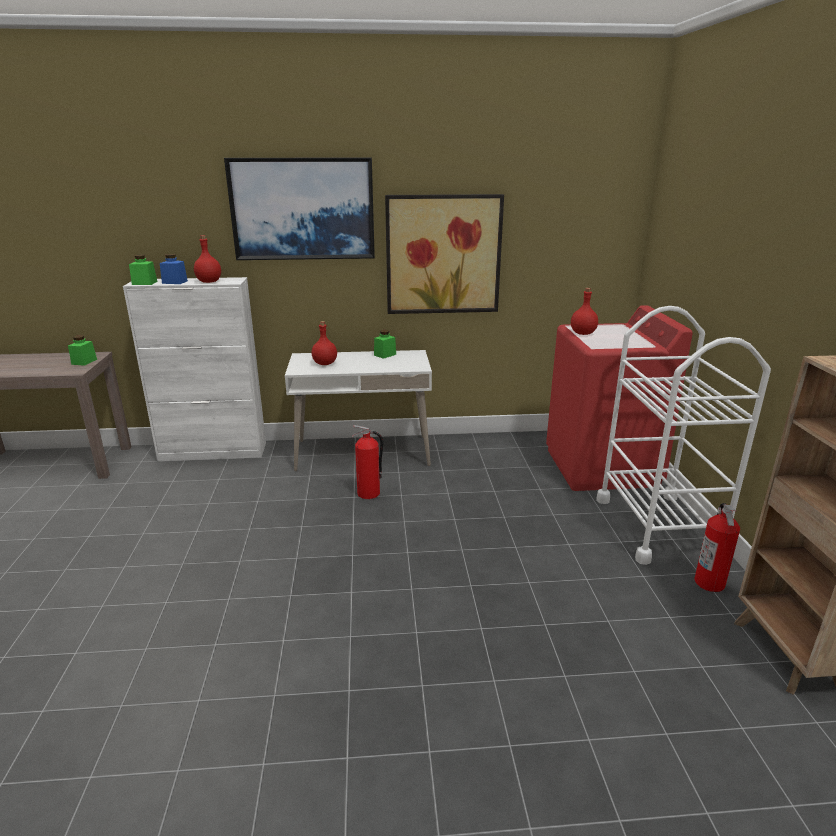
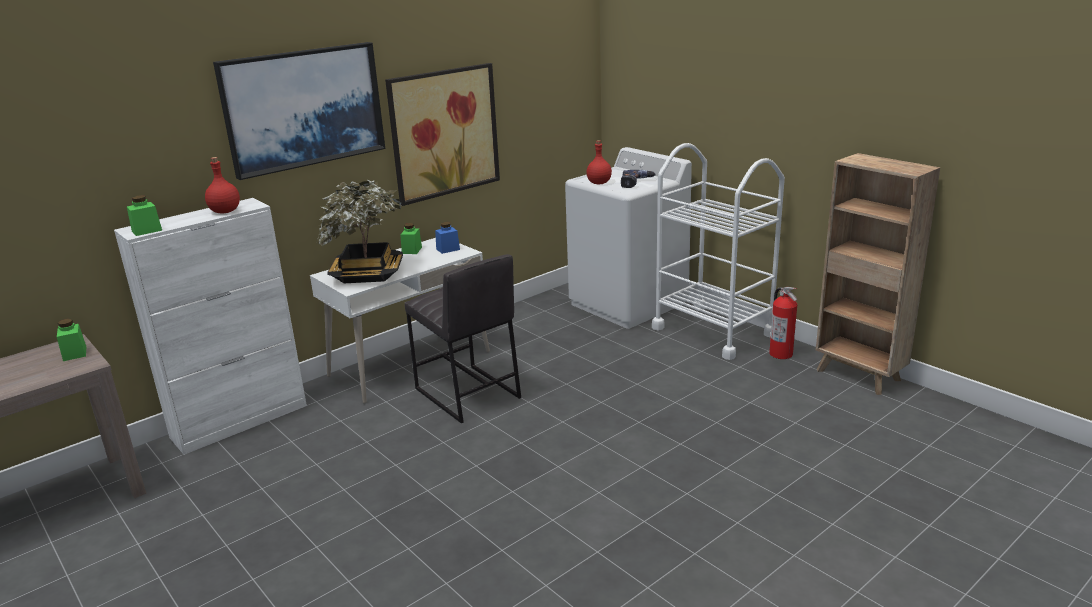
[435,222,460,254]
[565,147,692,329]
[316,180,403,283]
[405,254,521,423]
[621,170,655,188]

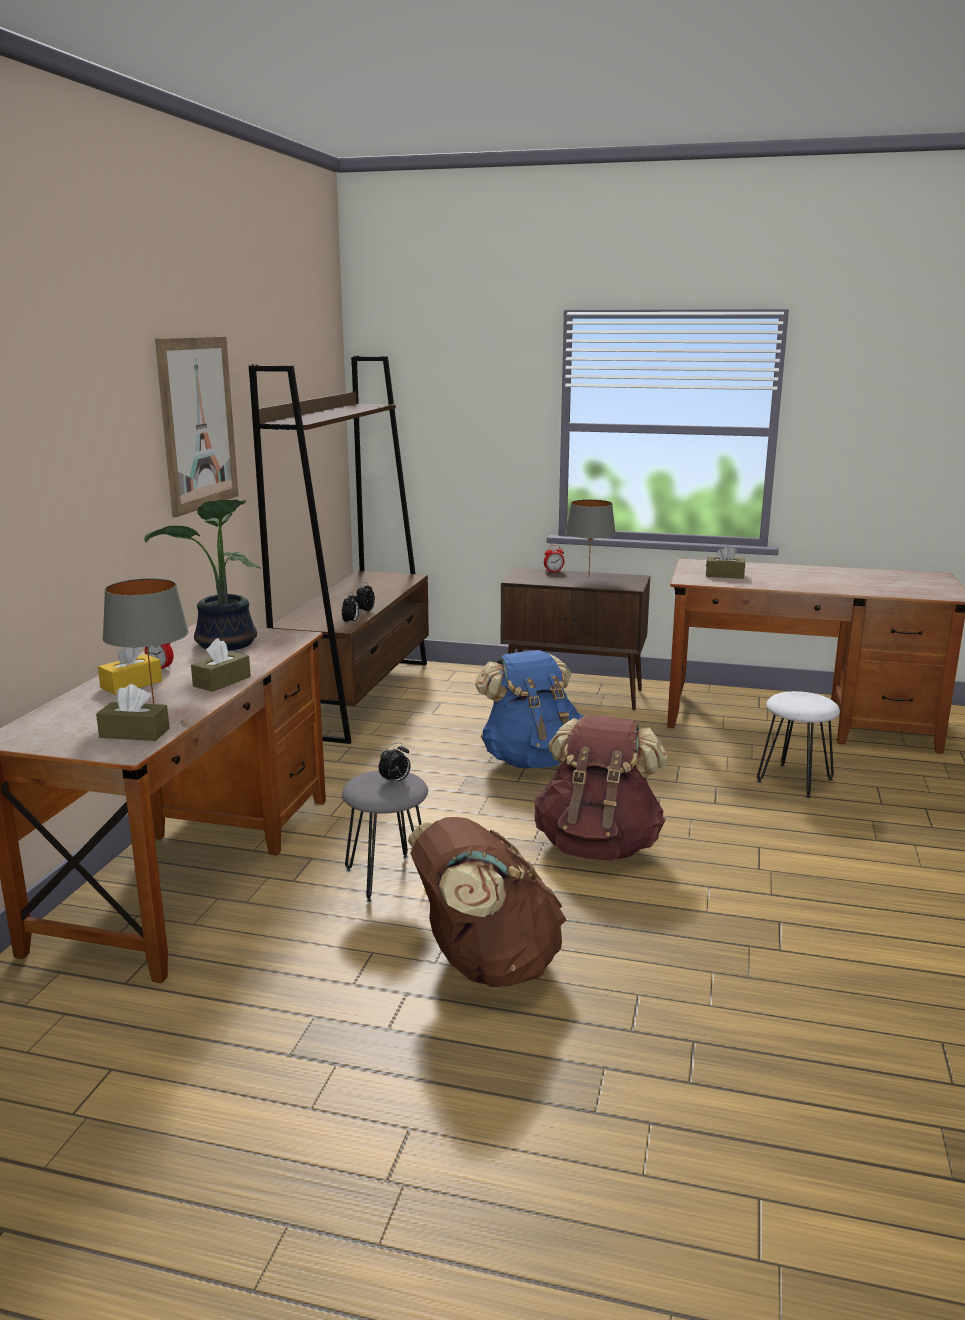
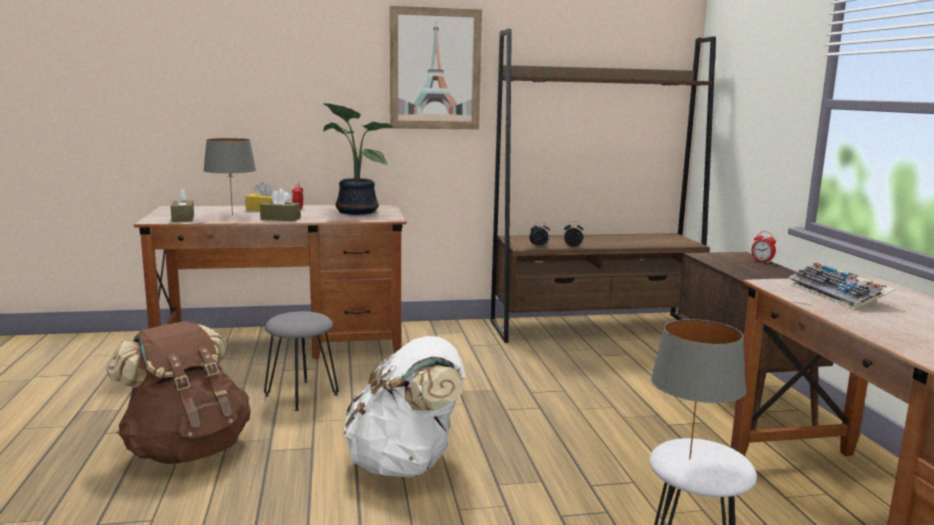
[651,319,746,459]
[789,262,895,309]
[475,650,583,768] (first image)
[344,336,465,478]
[379,742,411,784] (first image)

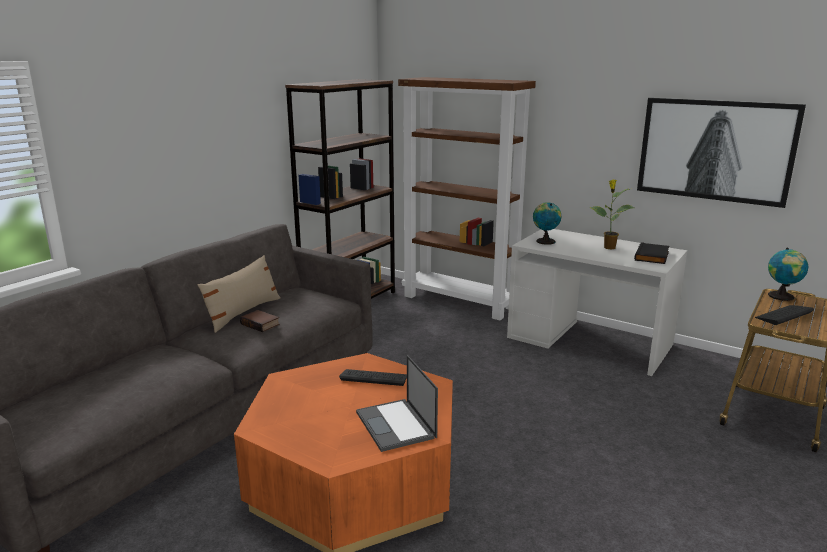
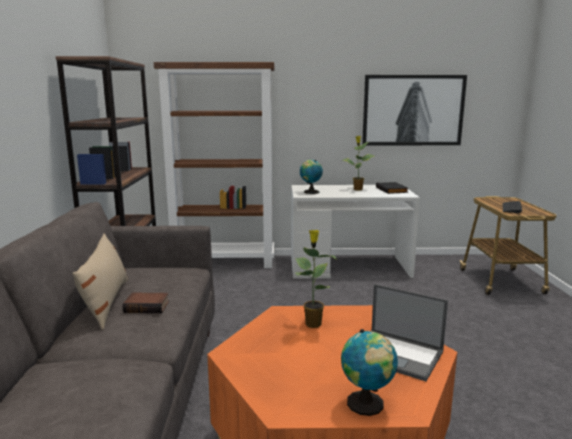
[341,329,398,416]
[296,230,336,328]

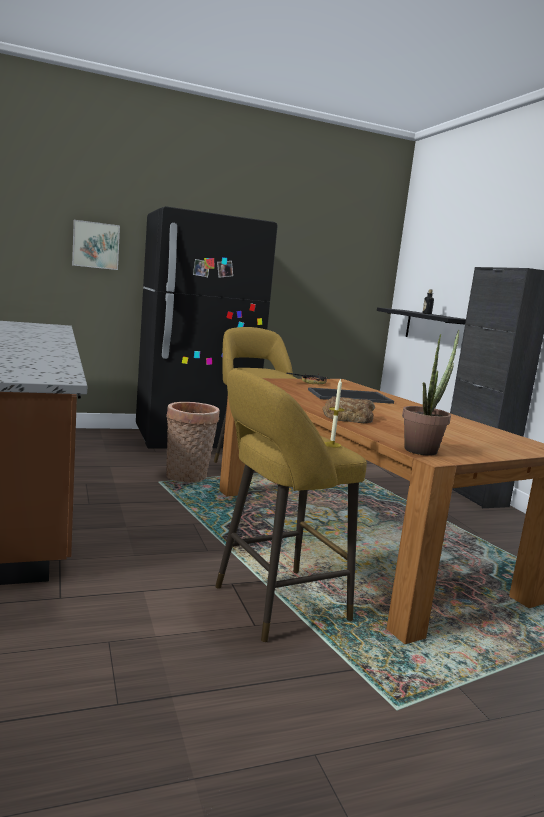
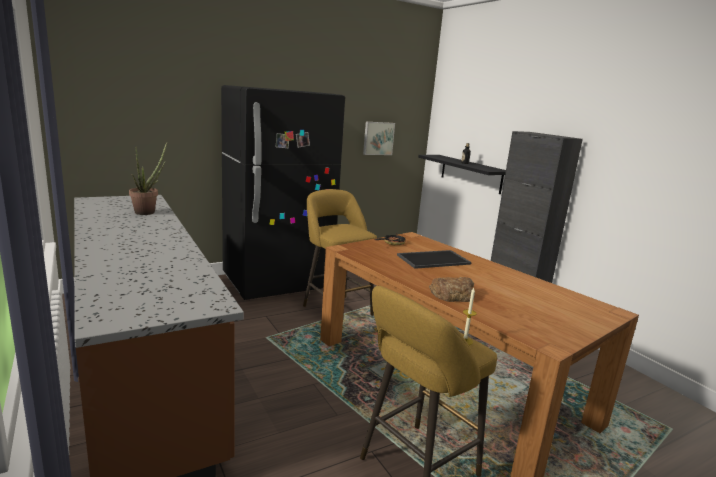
[363,122,395,155]
[129,143,167,215]
[166,402,220,483] (first image)

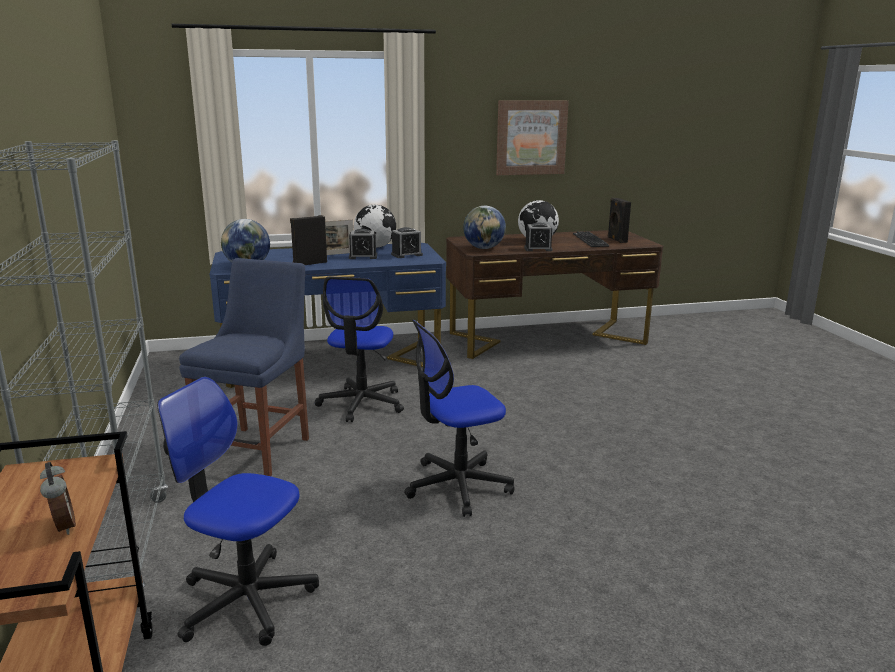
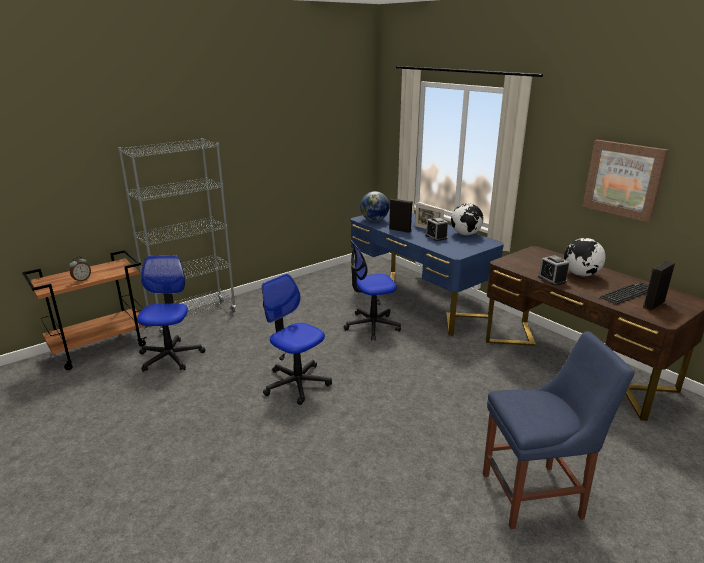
[463,206,506,249] (first image)
[391,227,423,258] (first image)
[483,331,635,529]

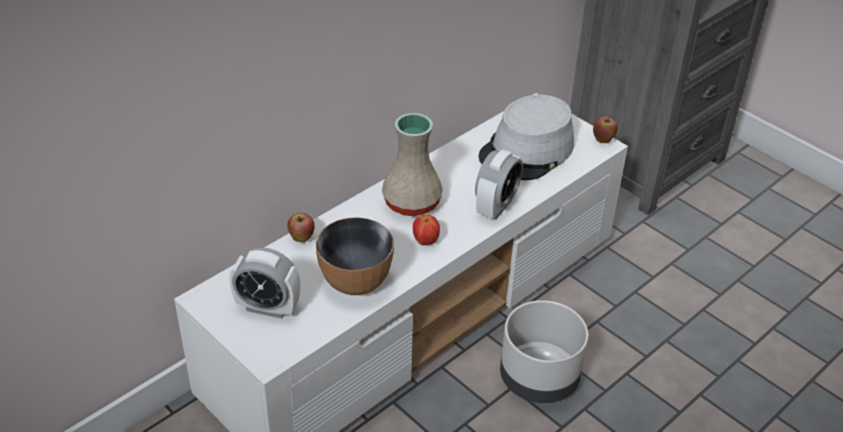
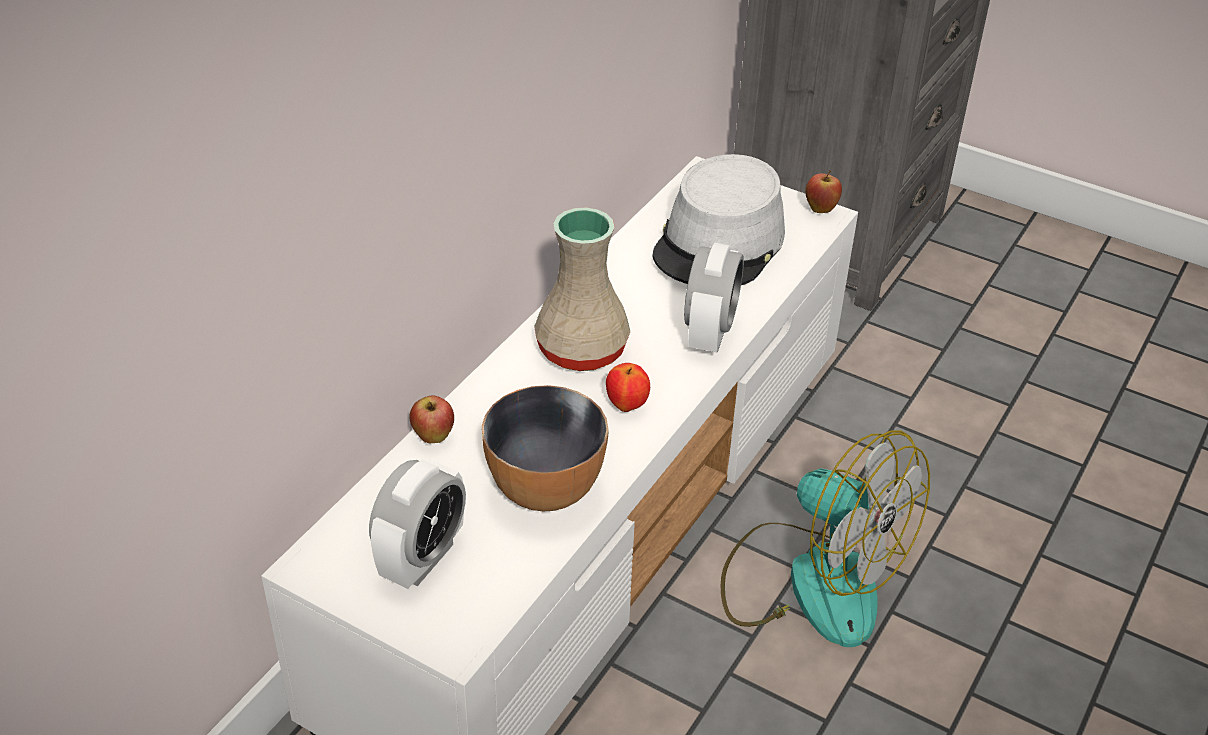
[369,459,466,589]
[721,430,930,647]

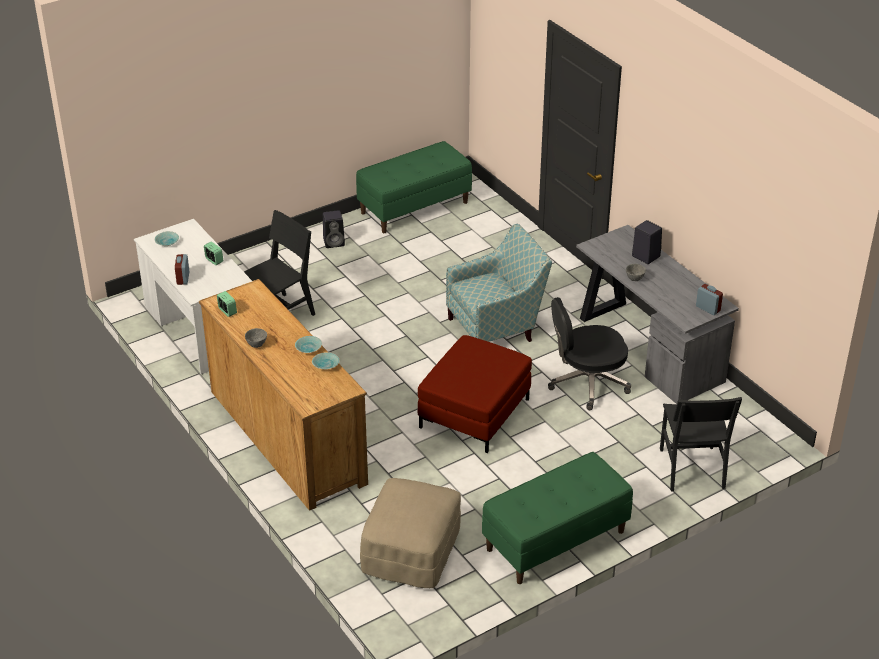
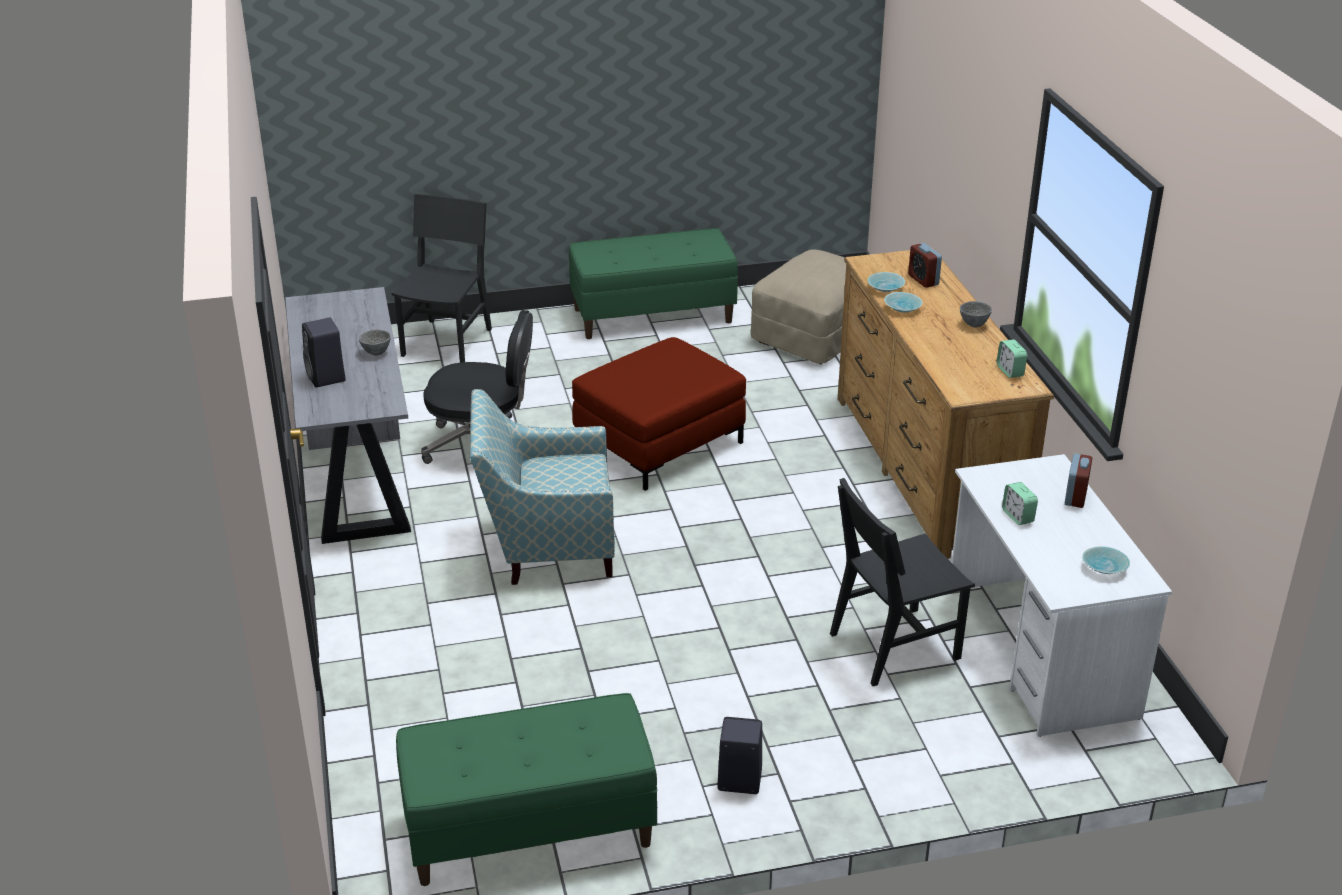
[908,243,942,288]

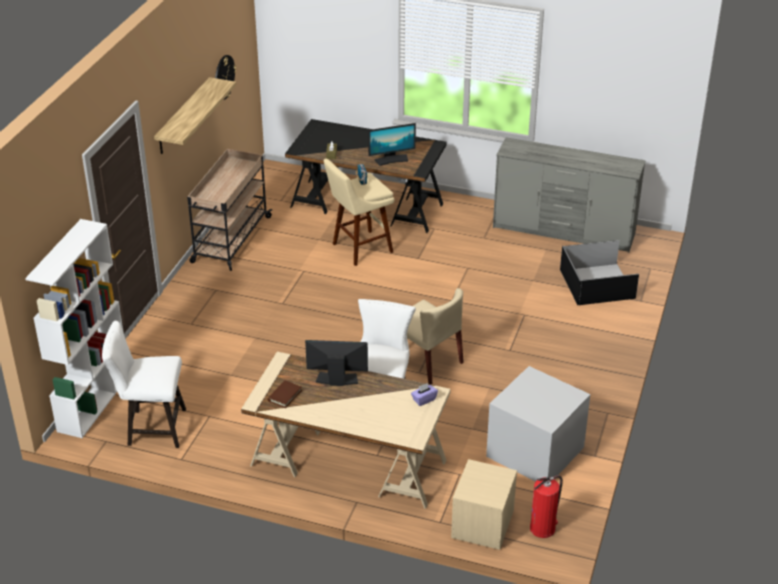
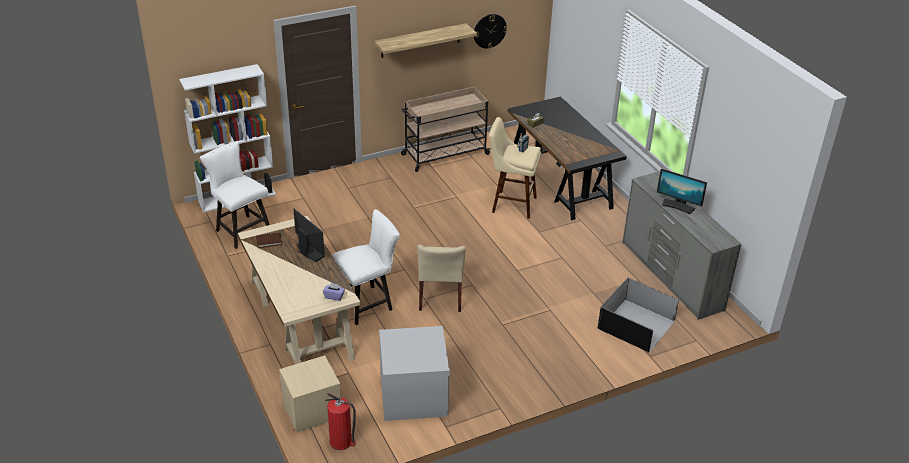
[657,169,707,214]

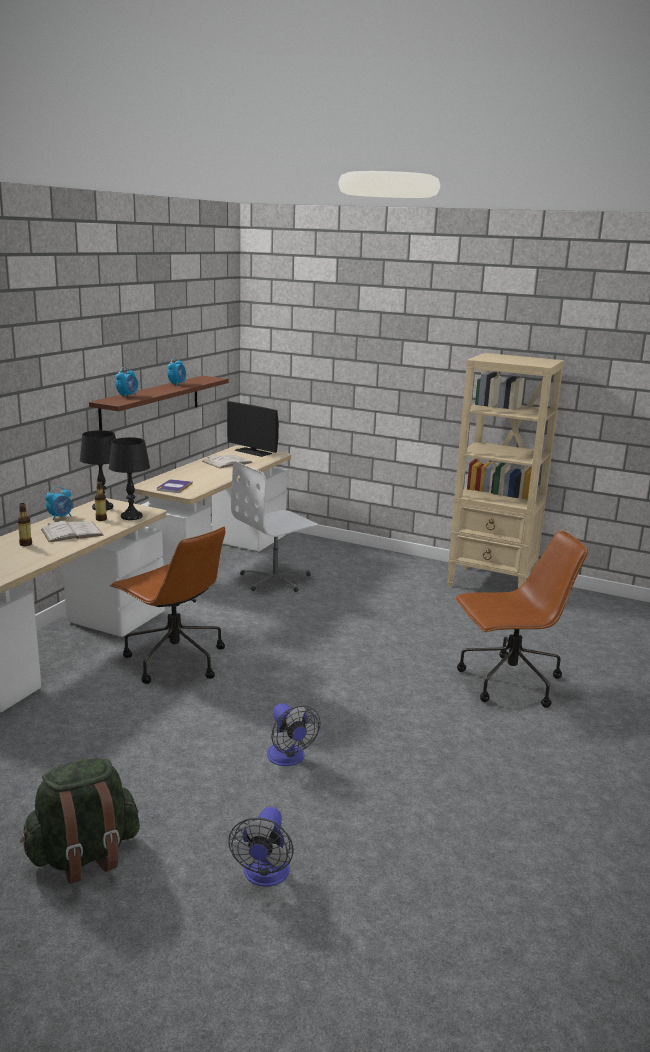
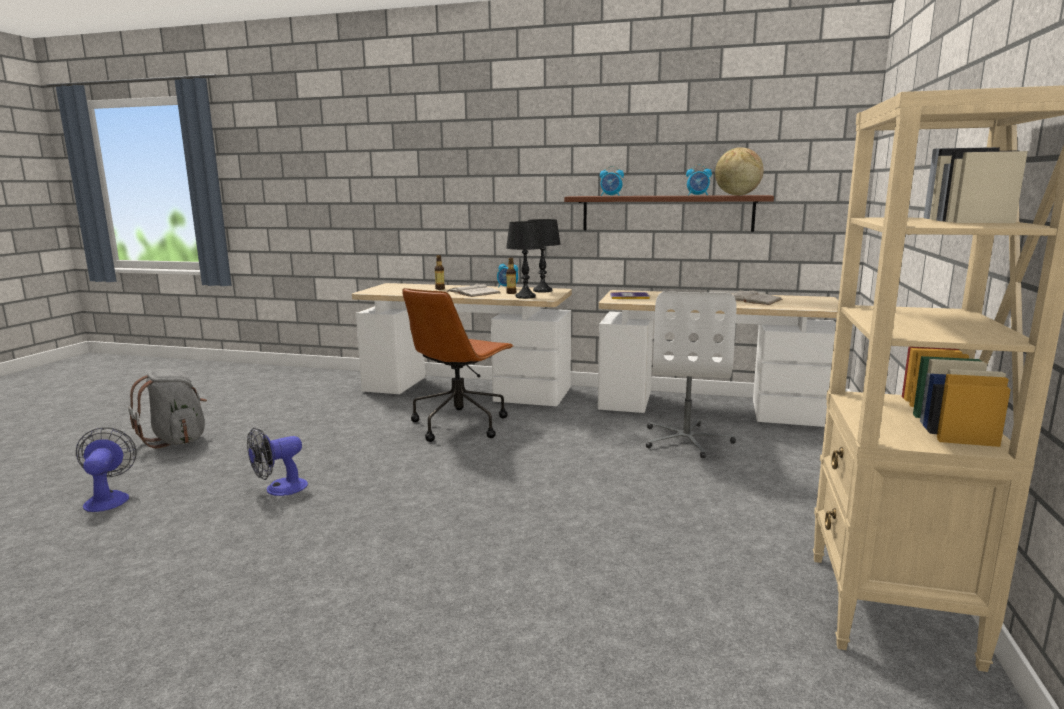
[227,401,279,457] (first image)
[646,292,736,458]
[455,530,588,708] (first image)
[128,369,207,448]
[76,427,137,512]
[715,147,764,195]

